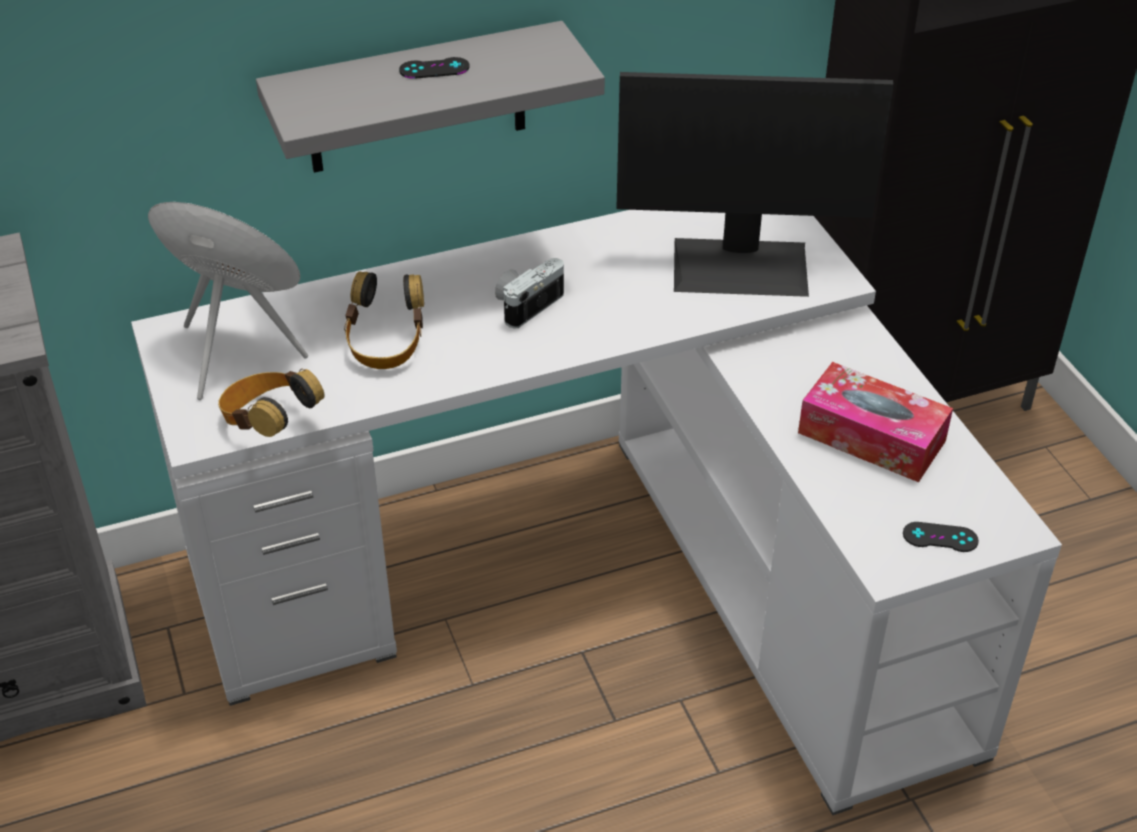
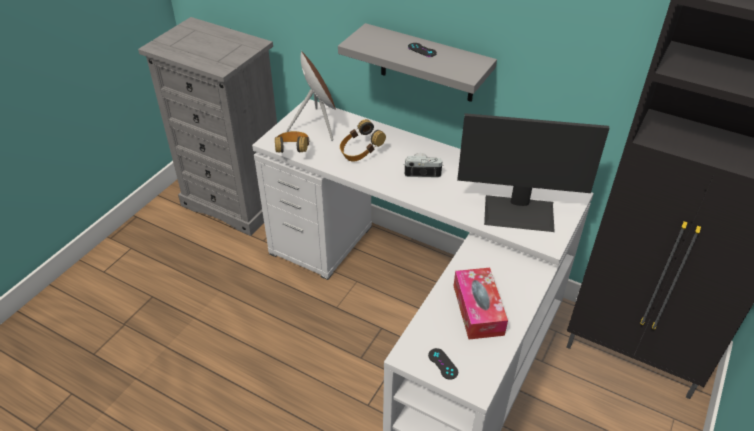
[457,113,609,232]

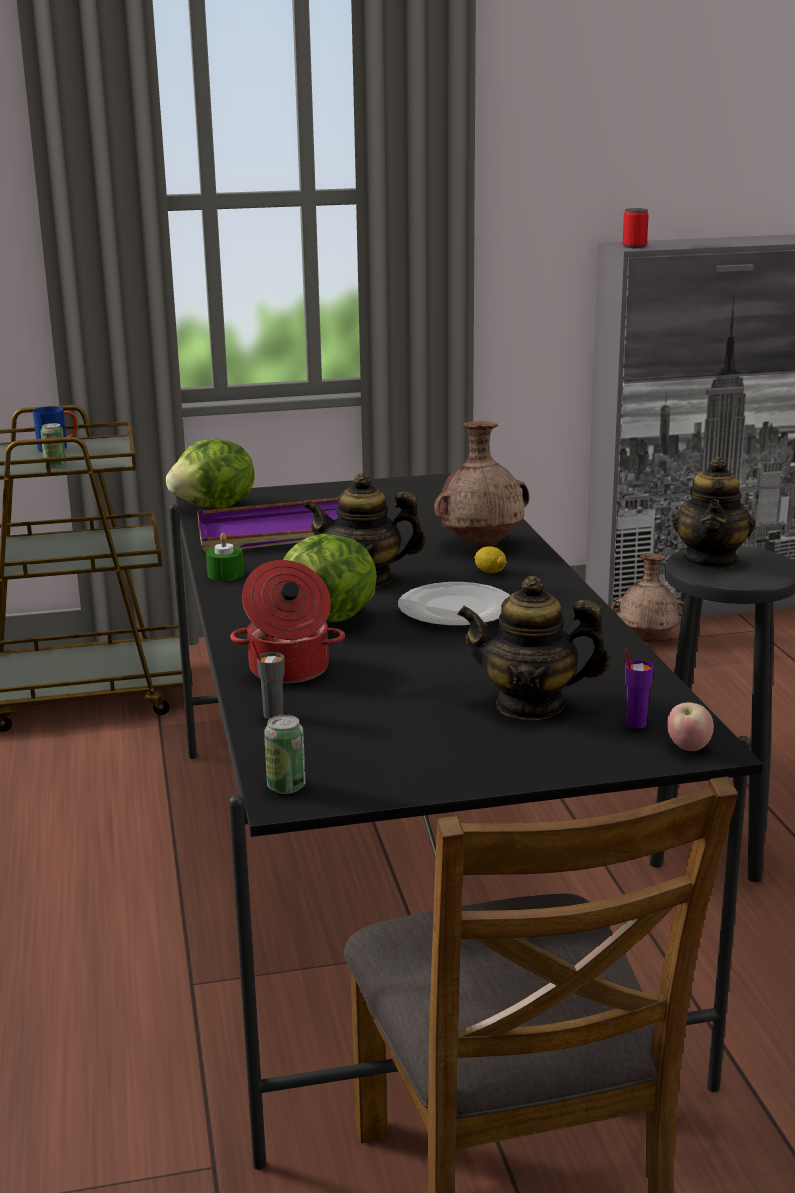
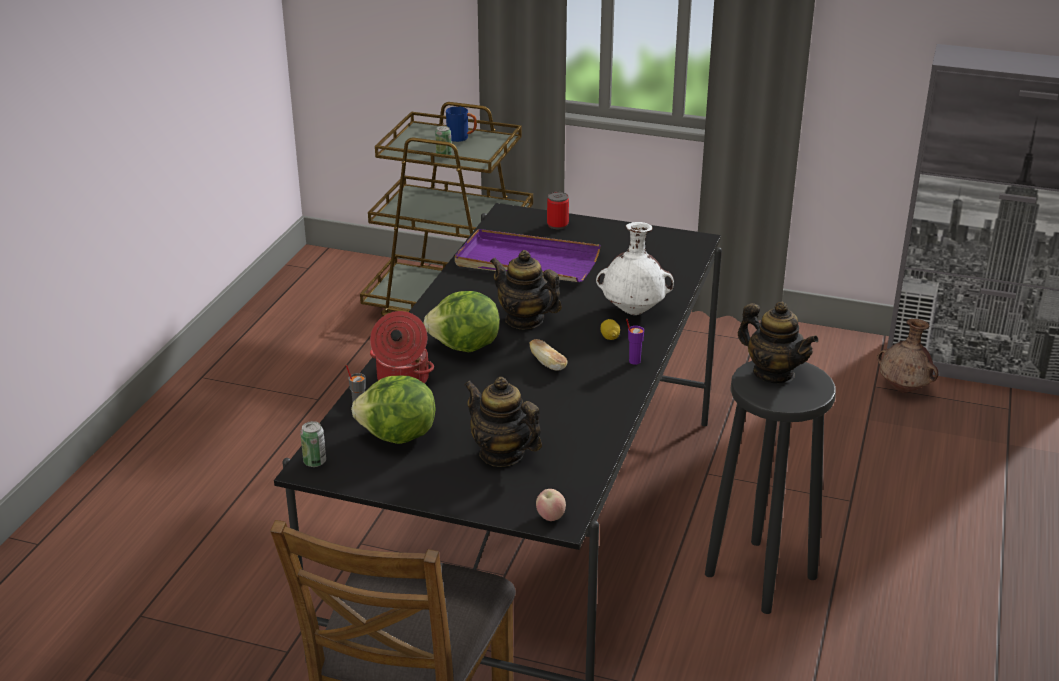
[547,192,569,229]
[596,222,674,315]
[351,376,436,444]
[738,302,819,383]
[206,533,244,581] (first image)
[530,339,568,371]
[626,319,644,365]

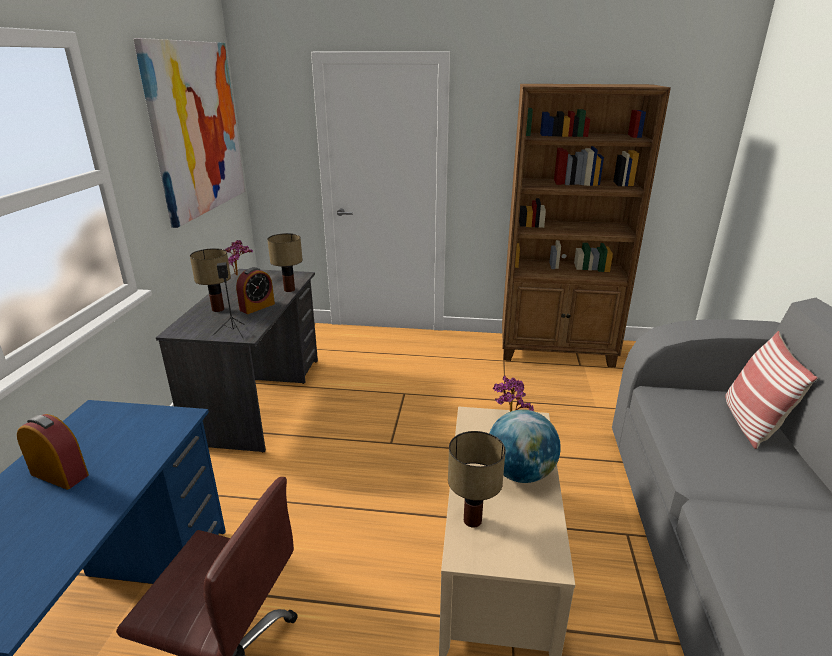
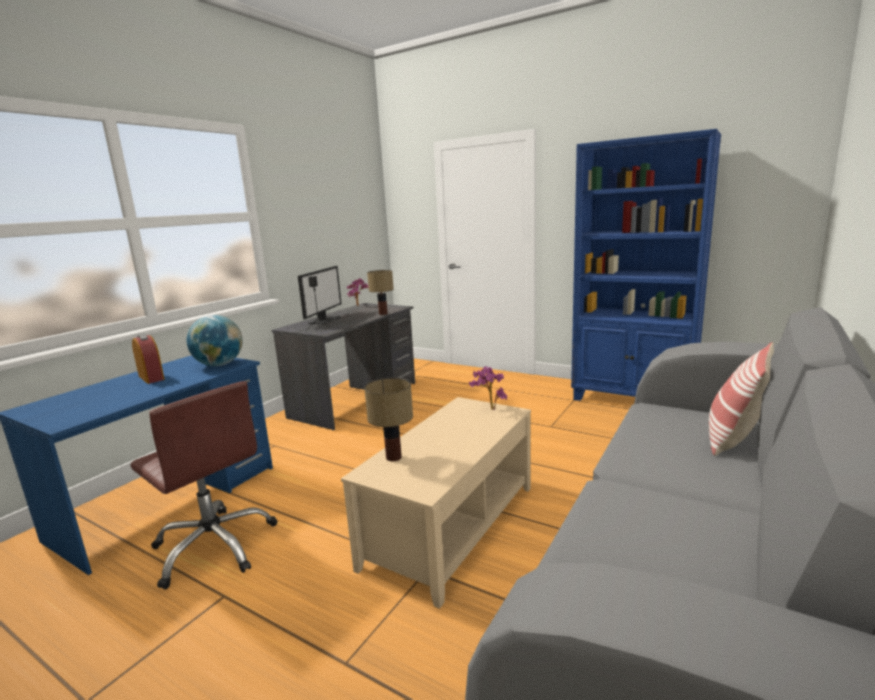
[133,38,245,228] (first image)
[571,129,721,401]
[298,266,342,324]
[236,267,275,314] (first image)
[187,315,243,366]

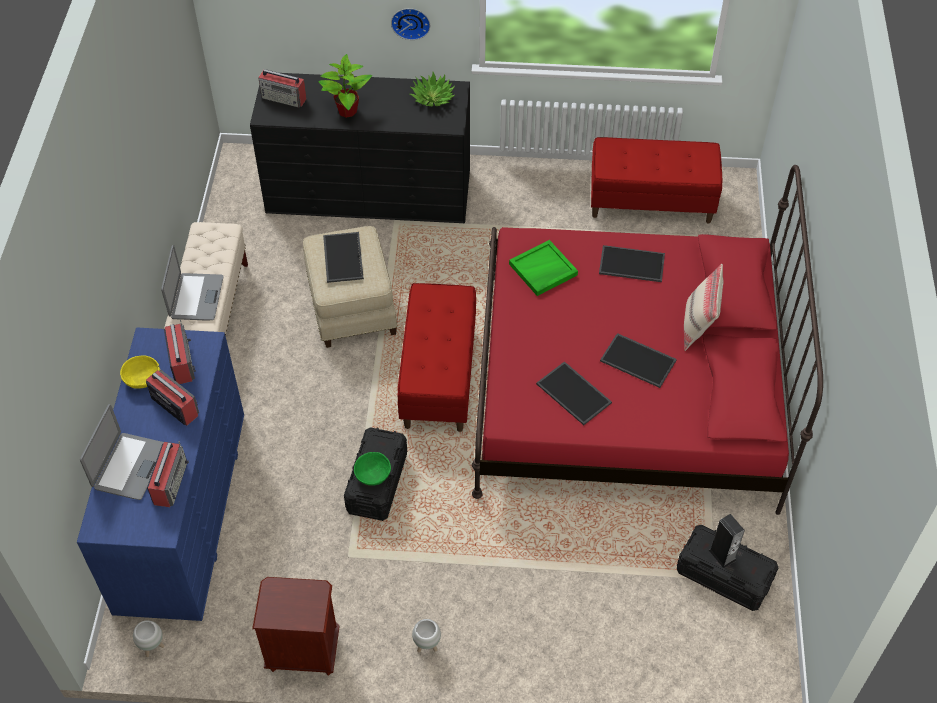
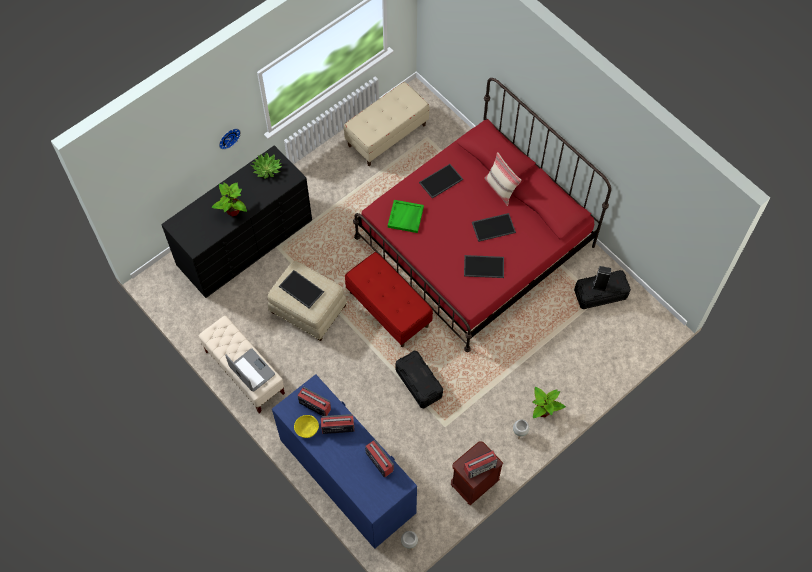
[464,450,498,479]
[344,82,429,166]
[80,404,164,500] (first image)
[354,452,391,486] (first image)
[532,387,566,418]

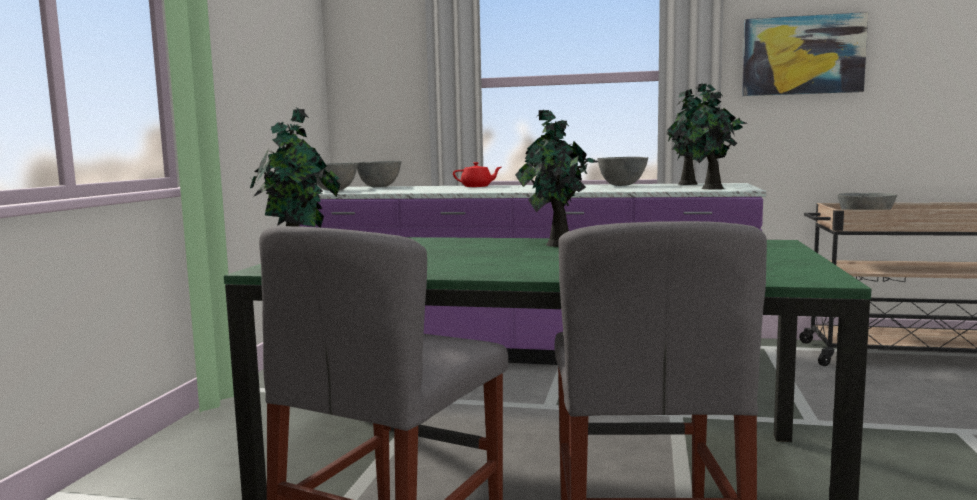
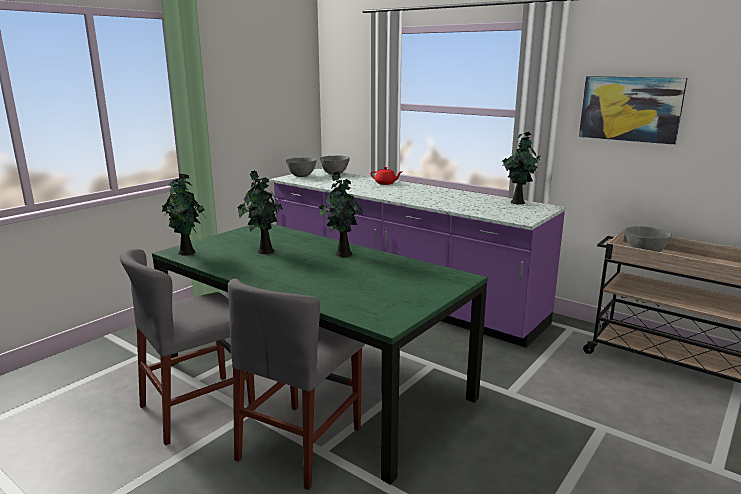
[237,170,283,254]
[597,157,648,186] (first image)

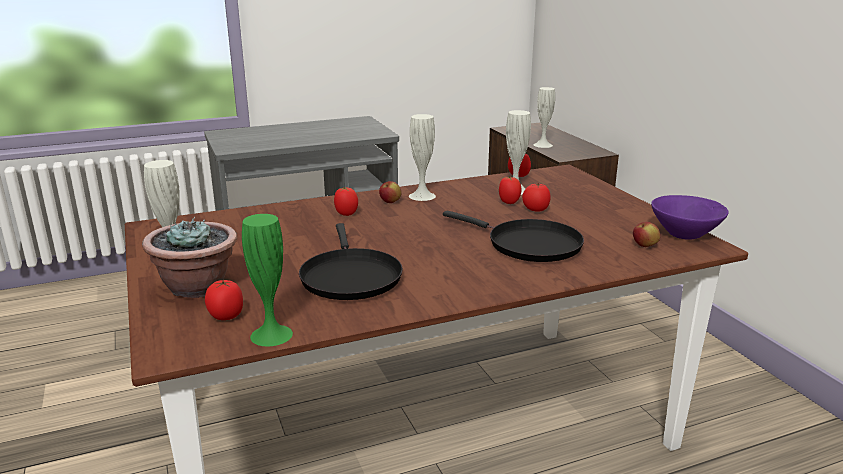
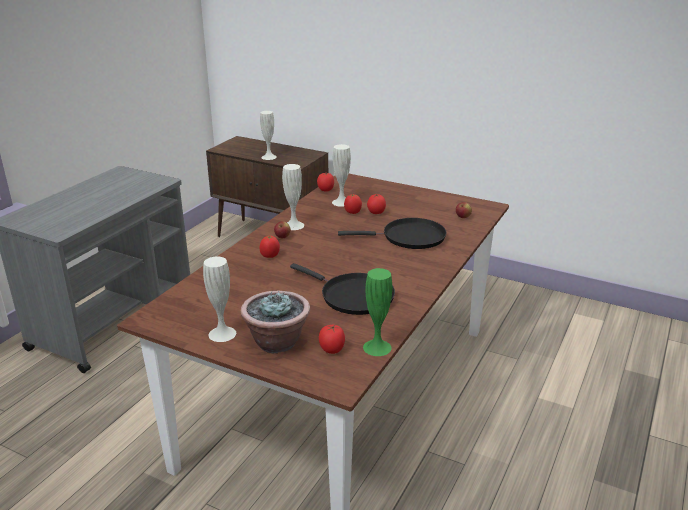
[651,195,729,240] (first image)

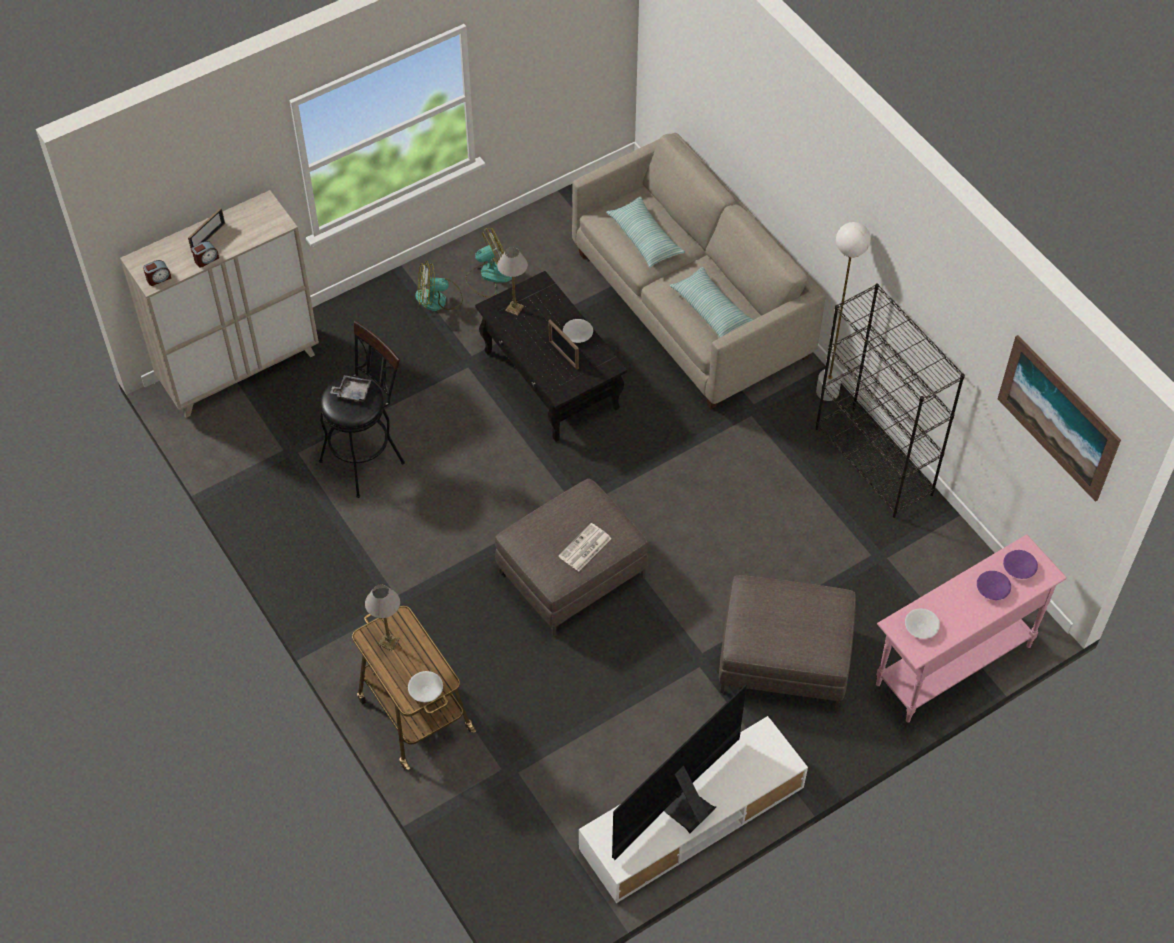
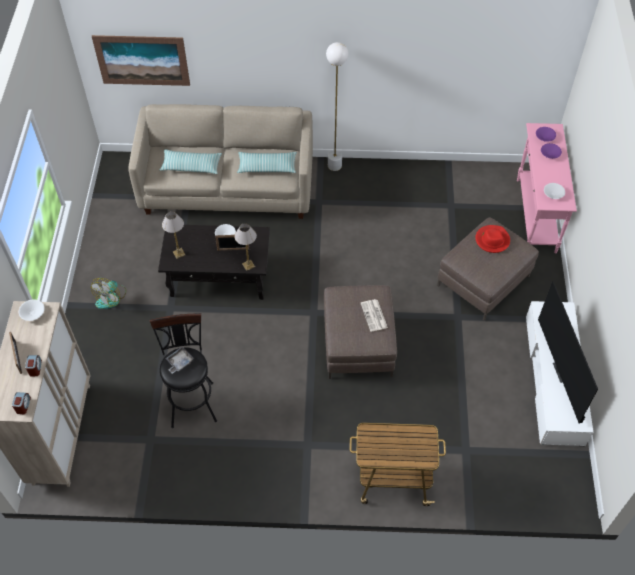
[465,228,512,298] (first image)
[816,283,965,518] (first image)
[92,35,190,86]
[234,223,257,271]
[19,299,45,321]
[475,225,510,253]

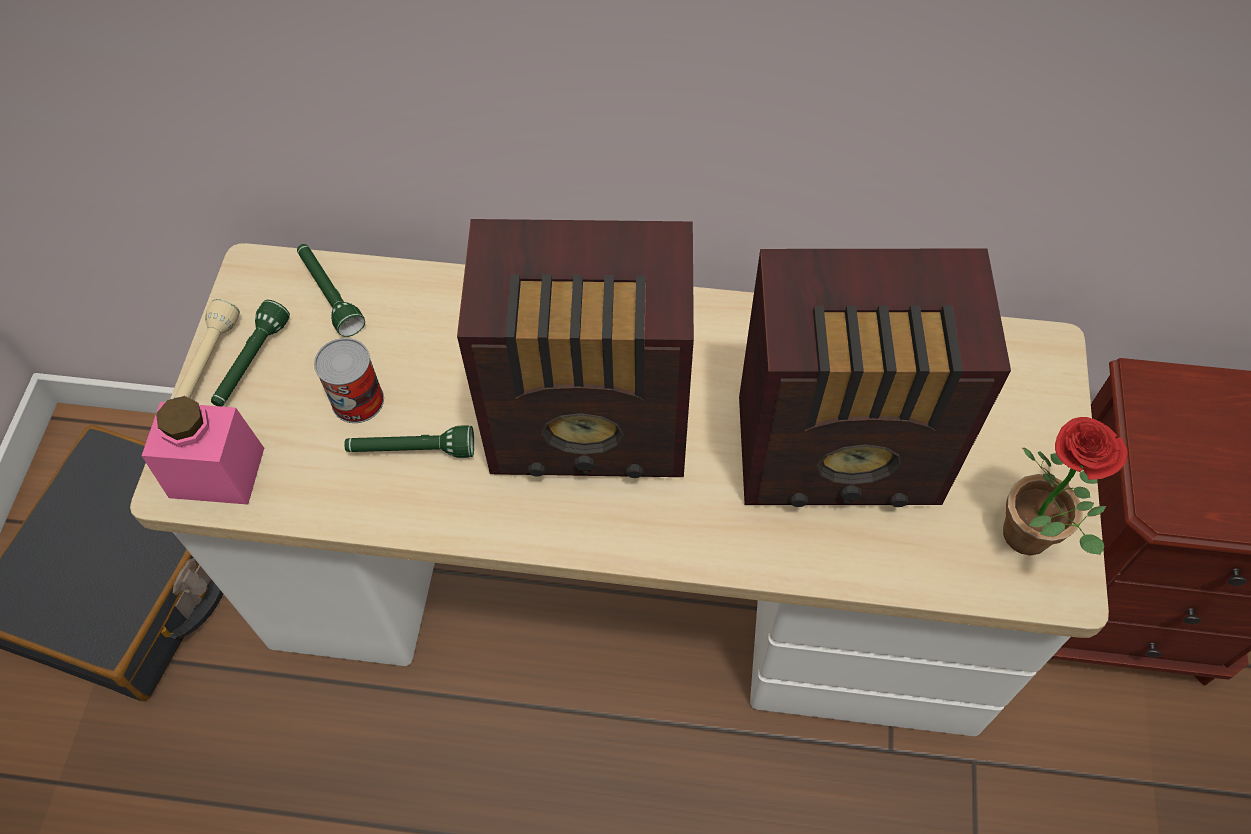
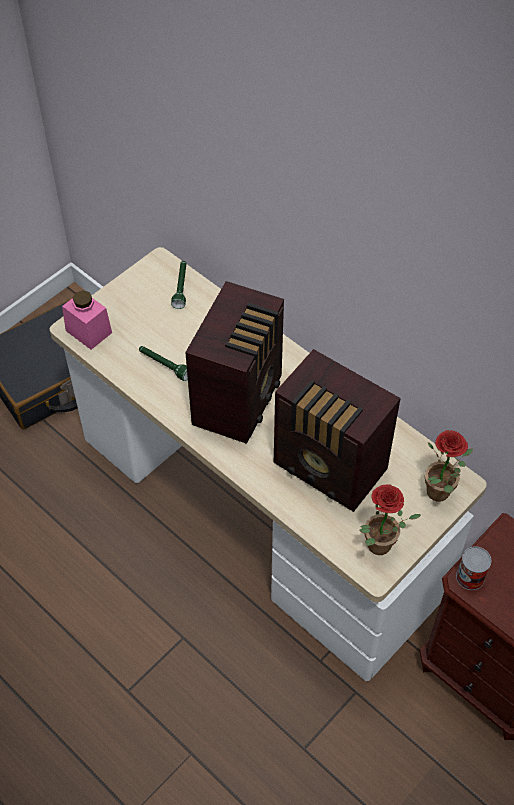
[185,281,284,444]
[174,299,240,398] (first image)
[211,300,290,407] (first image)
[456,546,491,590]
[425,430,473,502]

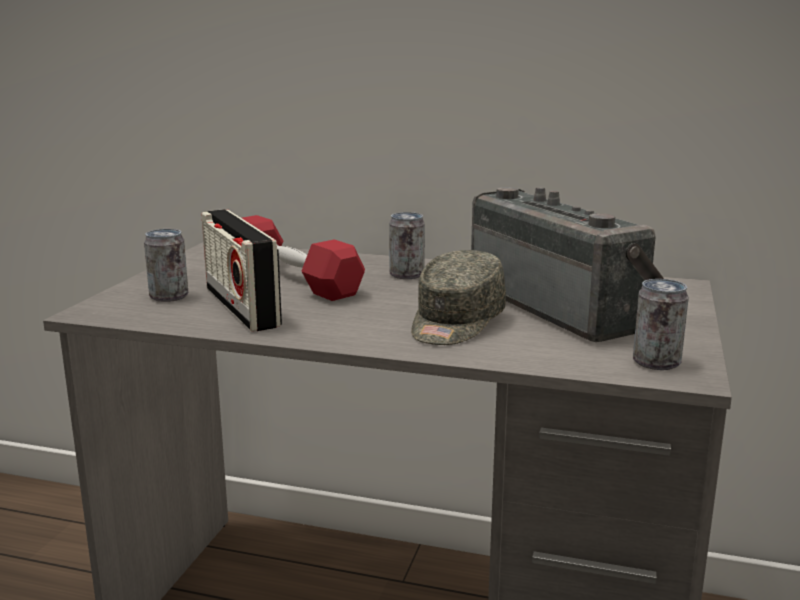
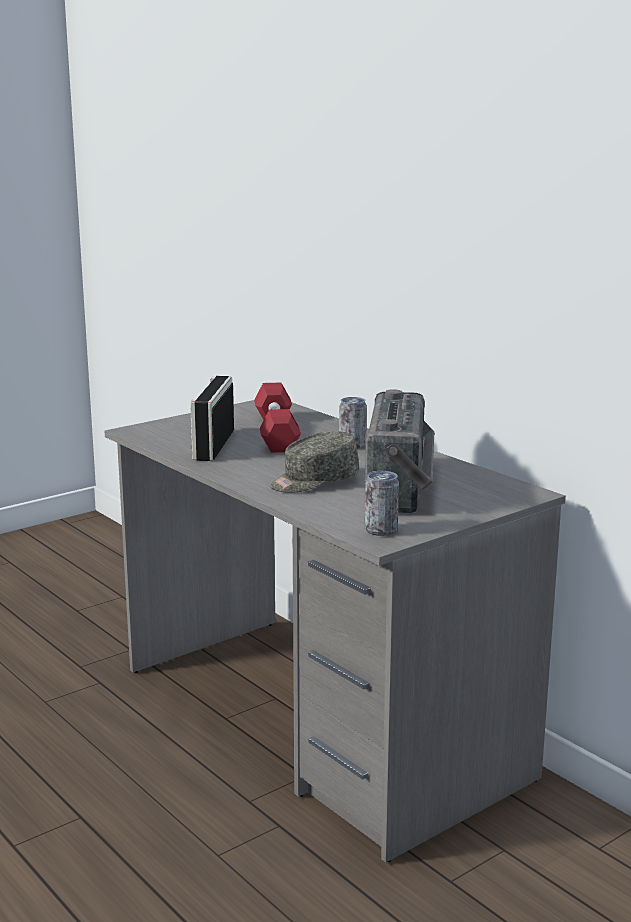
[144,229,188,302] (first image)

